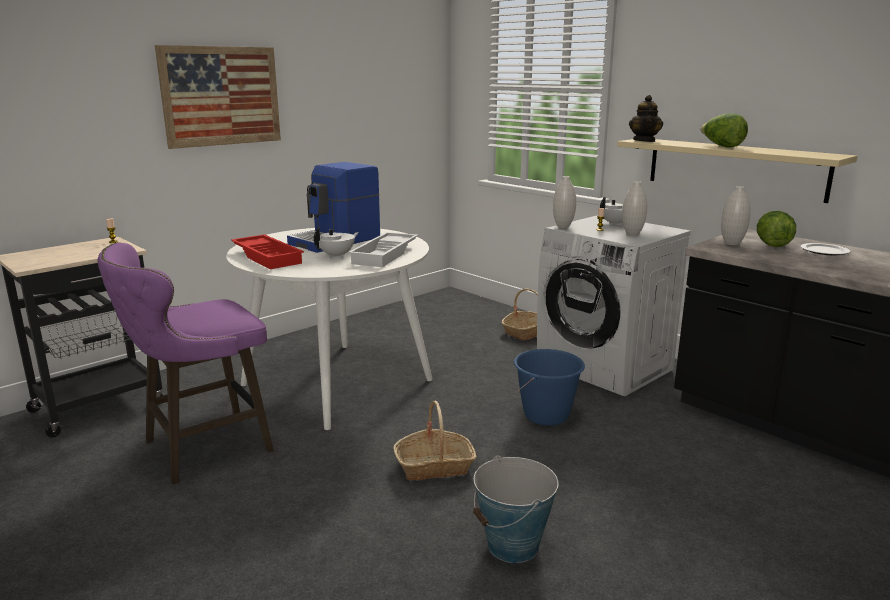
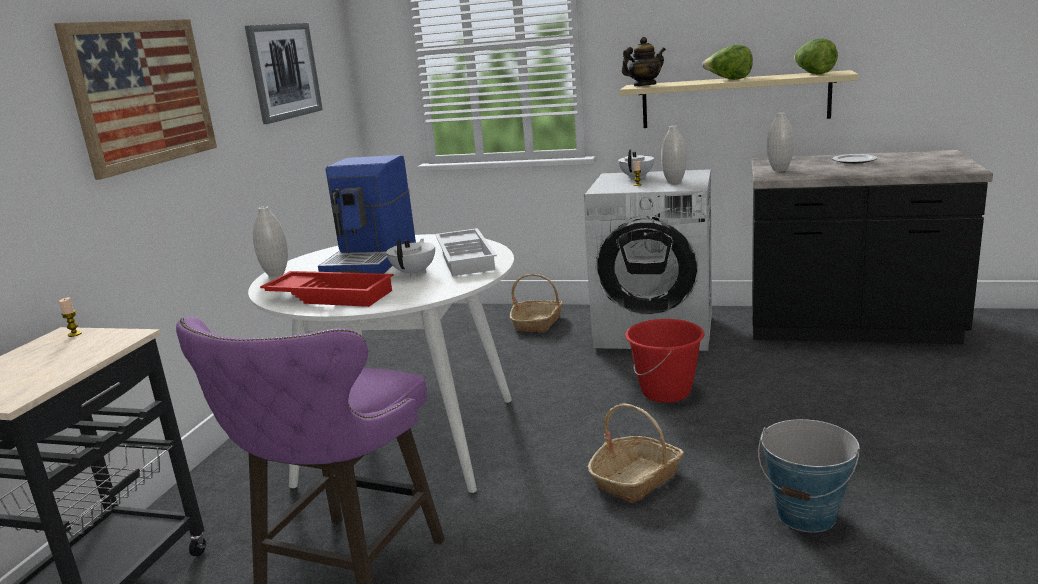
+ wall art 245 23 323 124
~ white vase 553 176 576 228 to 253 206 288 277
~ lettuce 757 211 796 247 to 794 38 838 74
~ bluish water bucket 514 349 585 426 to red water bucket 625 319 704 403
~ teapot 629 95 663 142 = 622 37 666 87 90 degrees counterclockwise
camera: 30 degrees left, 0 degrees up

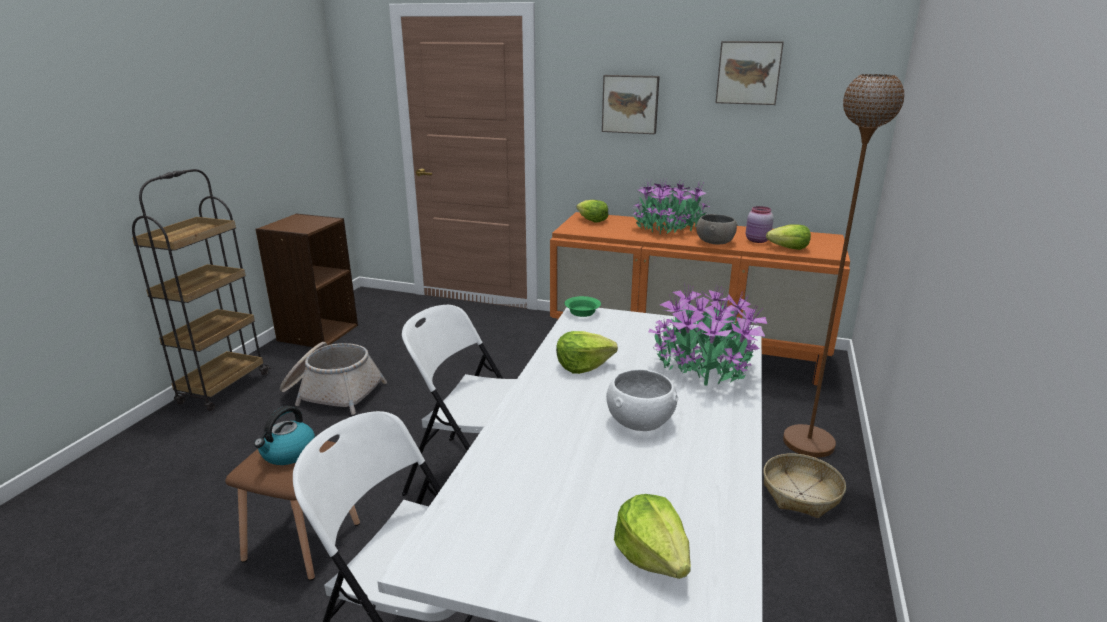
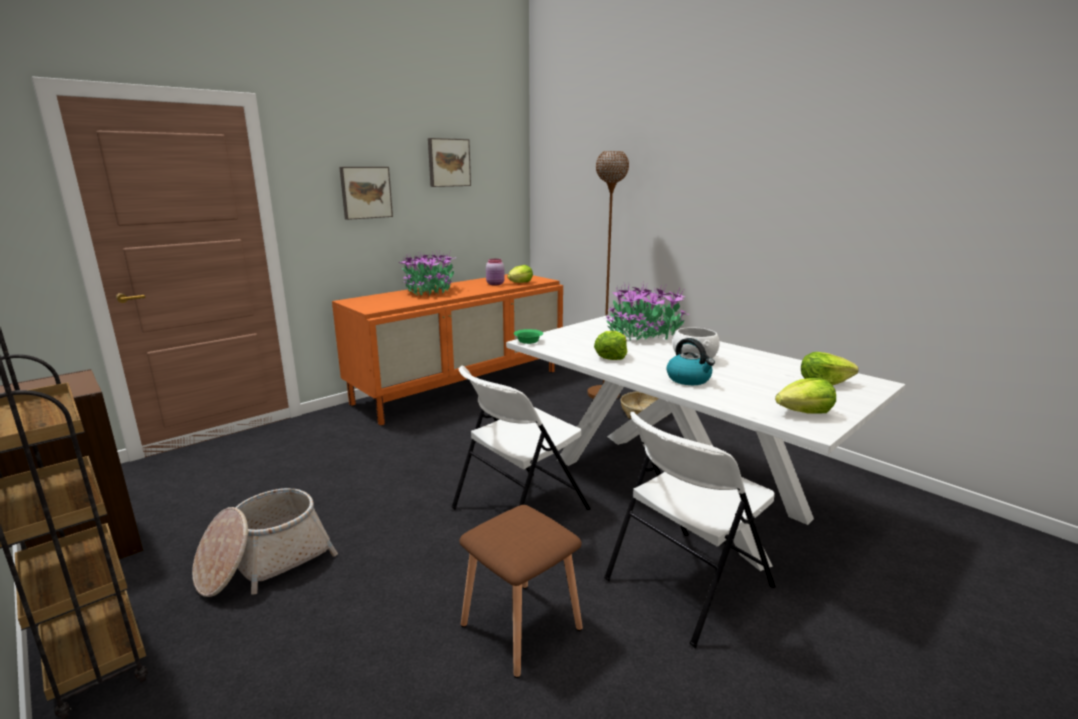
- greyish serving bowl 696 214 737 244
~ water kettle 254 406 315 465 to 666 338 715 385
~ lettuce 576 200 609 223 to 775 378 836 413
camera: 60 degrees left, 5 degrees down

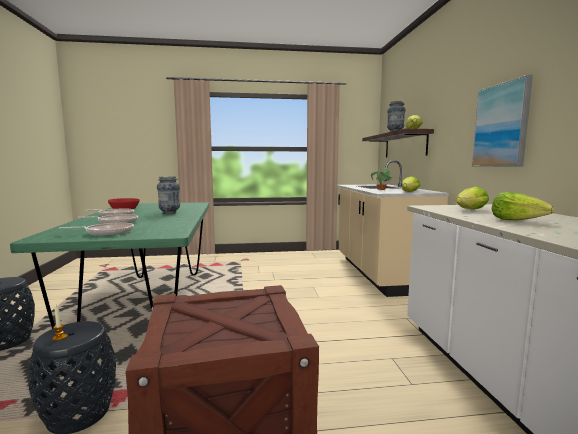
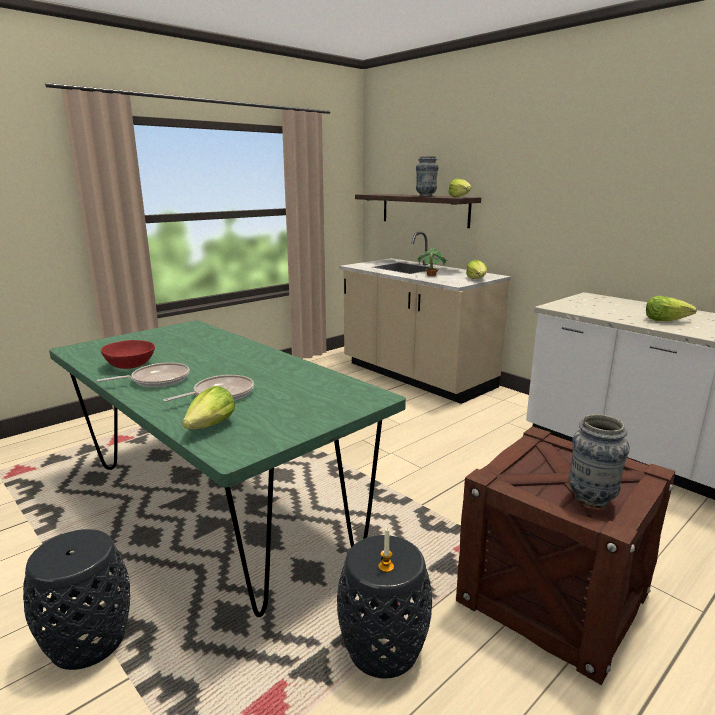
- frying pan 59 222 134 236
- wall art 472 75 533 167
~ vase 157 176 180 214 to 569 414 629 508
~ lettuce 456 186 489 209 to 182 386 235 429
camera: 35 degrees left, 10 degrees up

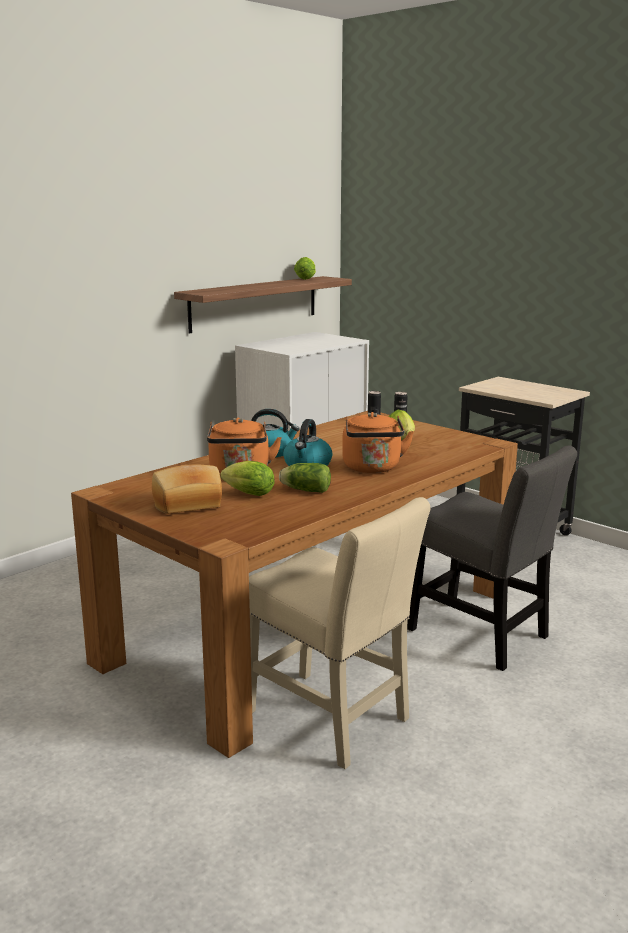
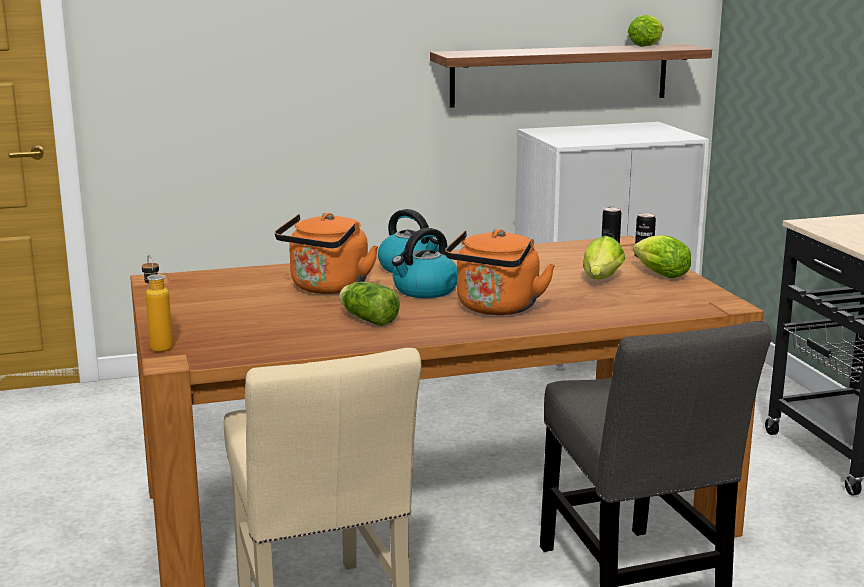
- bakery bread 152 464 222 514
+ bottle 142 255 173 352
~ lettuce 220 461 275 496 to 633 235 691 278
camera: 30 degrees right, 0 degrees up

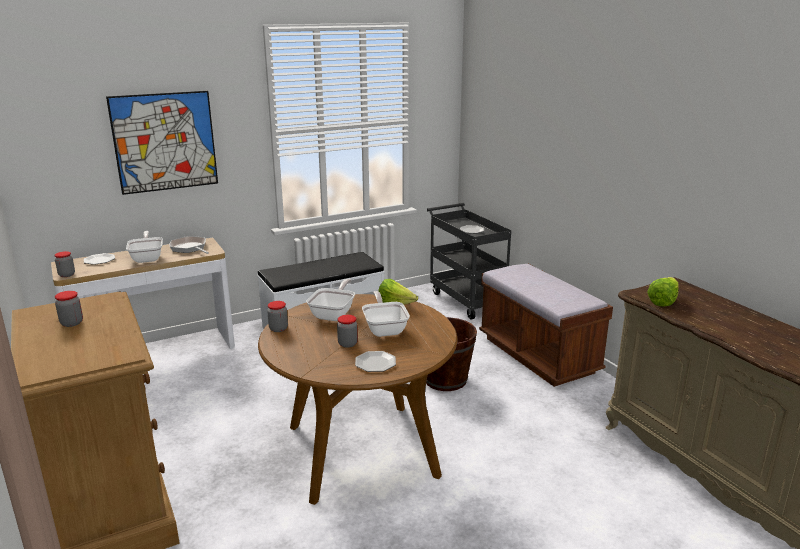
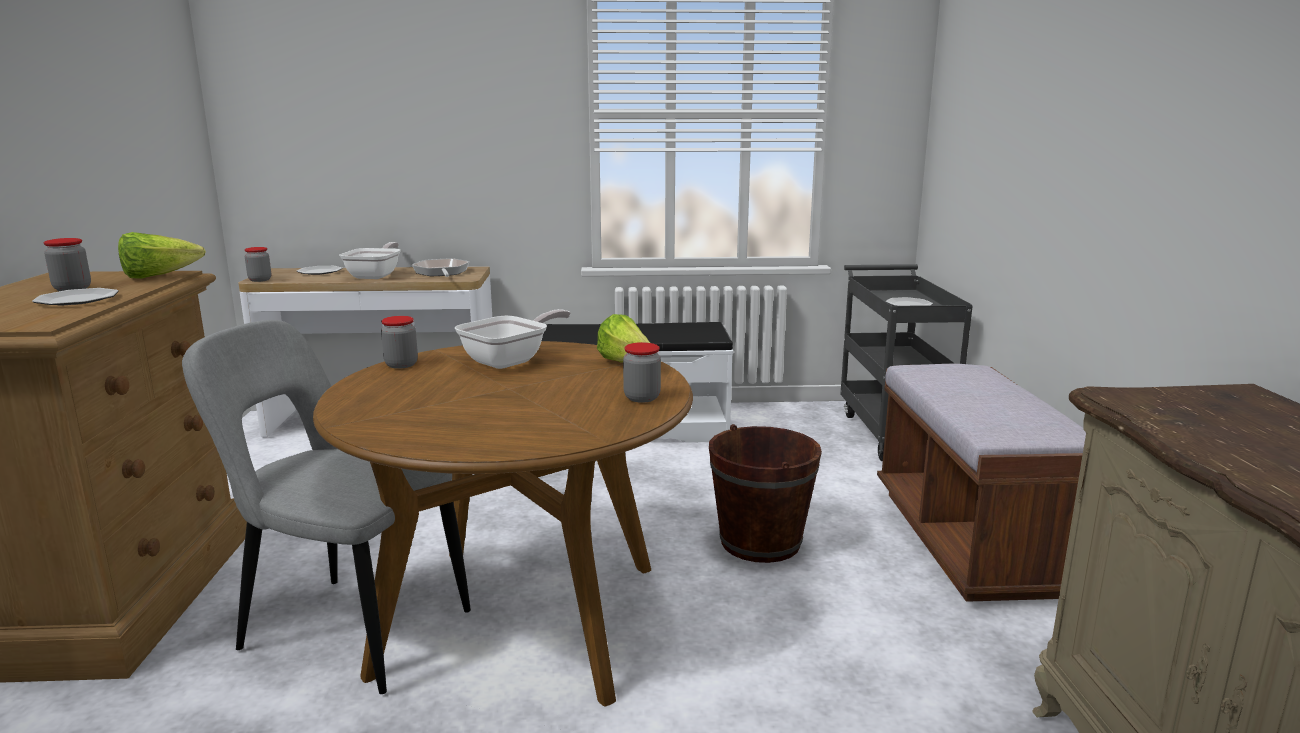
- wall art 106 91 218 195
- frying pan 362 291 410 337
+ greyish plain chair 182 320 471 694
~ preserve jar 337 315 358 348 to 623 342 661 403
~ plate 355 351 396 372 to 32 288 119 305
~ lettuce 647 277 679 307 to 118 232 206 279
camera: 25 degrees right, 5 degrees down

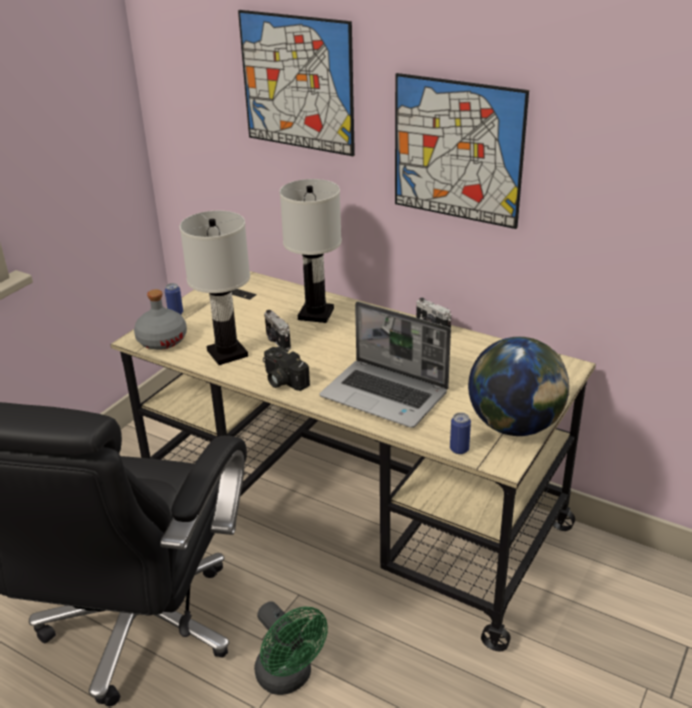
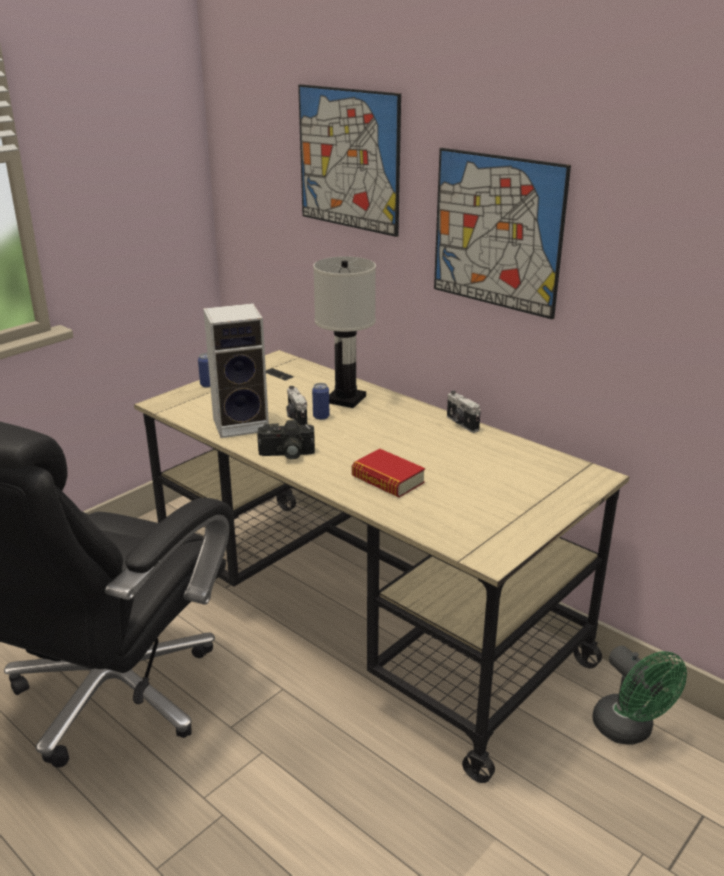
- greyish bottle 134 289 187 350
- world globe 468 337 569 436
~ green electric fan 254 601 328 695 to 592 646 687 745
~ metal can 450 412 471 454 to 312 383 330 420
~ white lamp for a table 180 211 250 365 to speaker 203 303 269 438
~ portable computer 319 302 451 428 to volume 352 449 425 497
~ still camera 263 347 310 391 = 257 420 315 460 60 degrees counterclockwise
camera: 10 degrees right, 5 degrees down

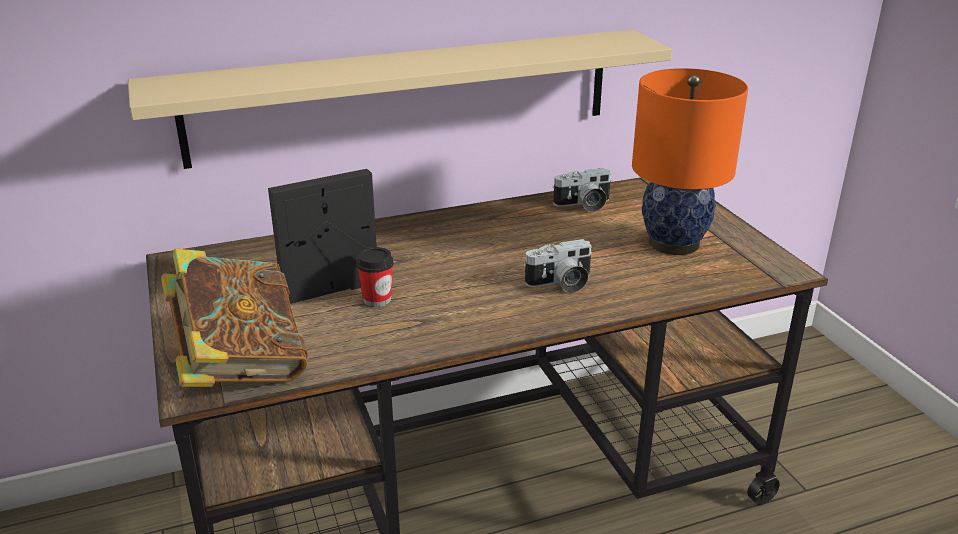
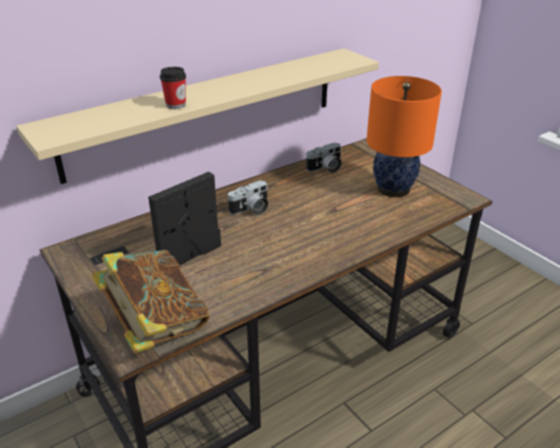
~ cup 356 247 394 307 to 160 67 186 109
~ still camera 523 239 592 293 to 227 180 268 215
camera: 15 degrees left, 5 degrees up

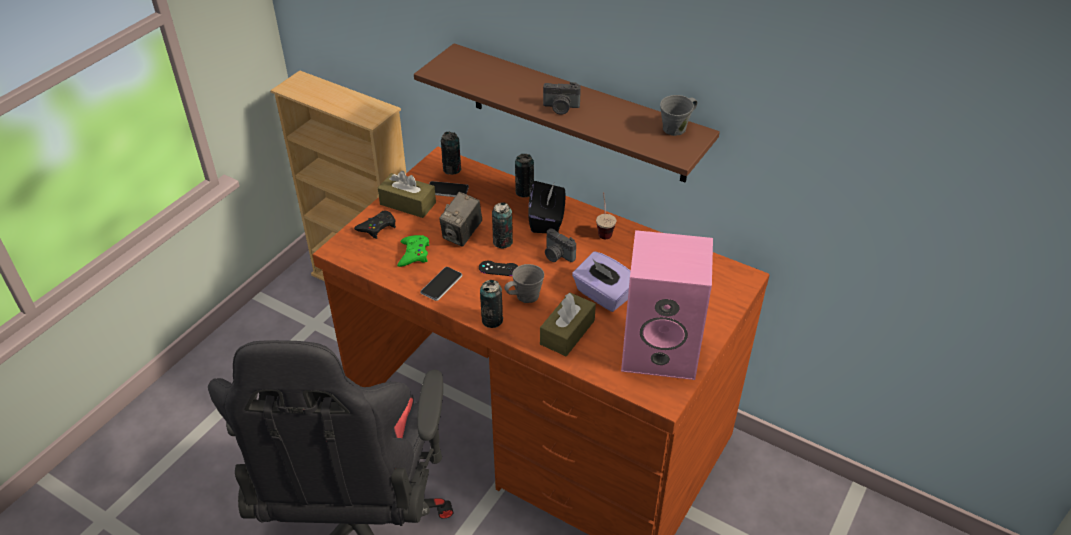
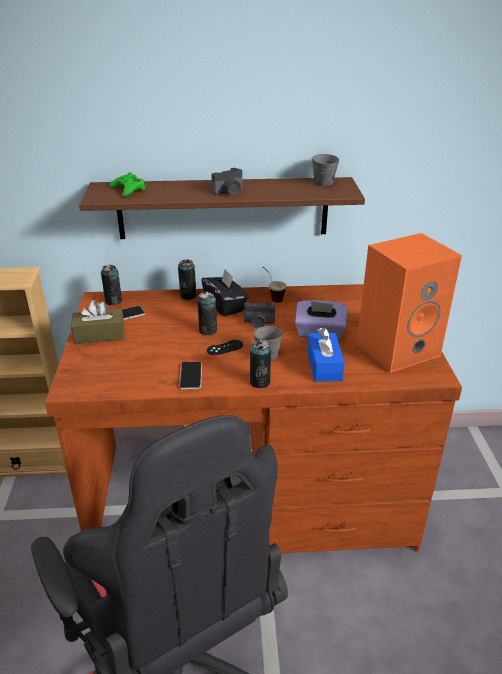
- black game controller 354 210 396 239
- still camera 439 192 482 247
~ green game controller 397 235 429 267 to 109 172 146 197
~ brown-coloured tissue holder 540 292 596 356 to bluish tissue holder 307 327 345 382
~ pinkish speaker 621 230 713 380 to orangey speaker 357 233 462 373
camera: 35 degrees left, 10 degrees down

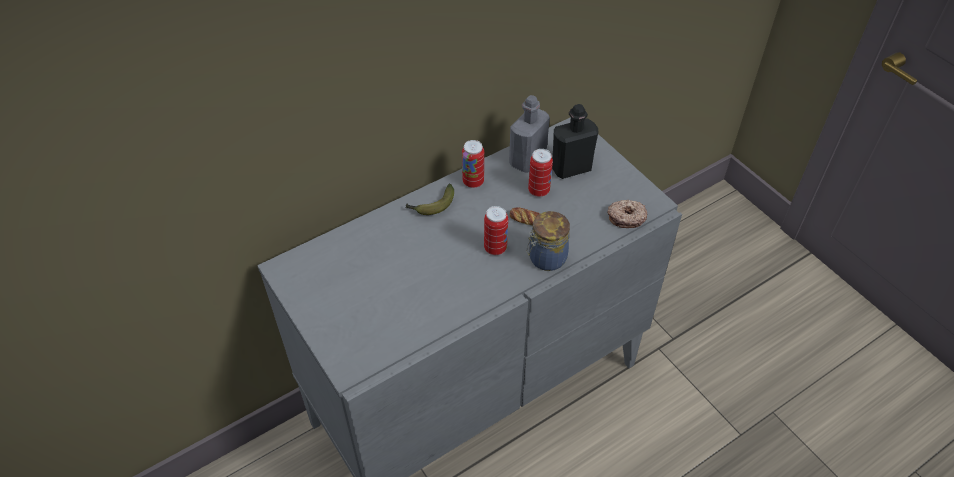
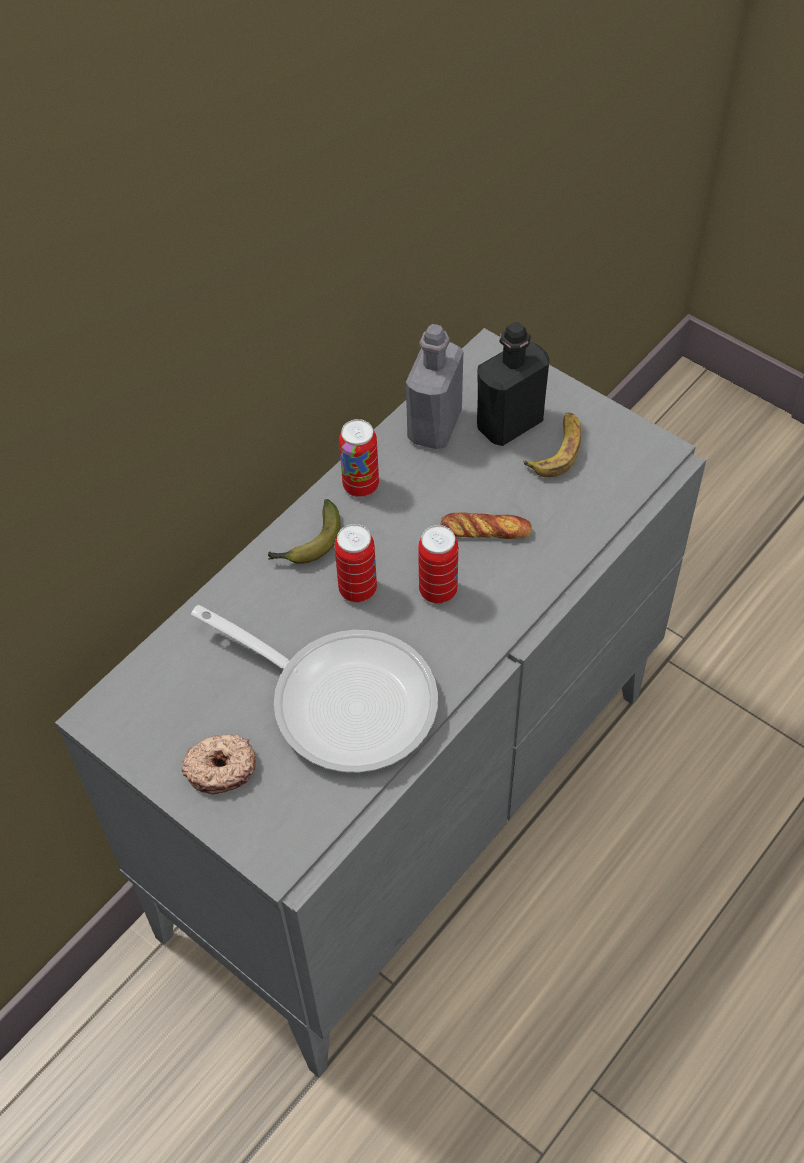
- preserve jar 526 211 570 271
+ frying pan 191 605 438 772
+ banana 523 412 582 477
~ metal can 528 149 553 197 to 334 524 377 603
~ doughnut 607 200 647 228 to 181 734 256 794
camera: 15 degrees left, 5 degrees up

